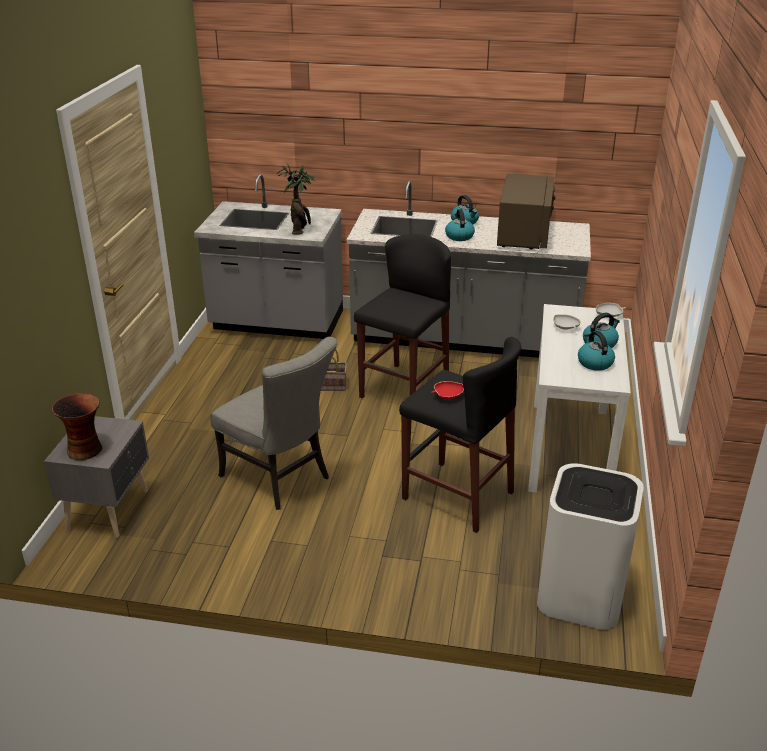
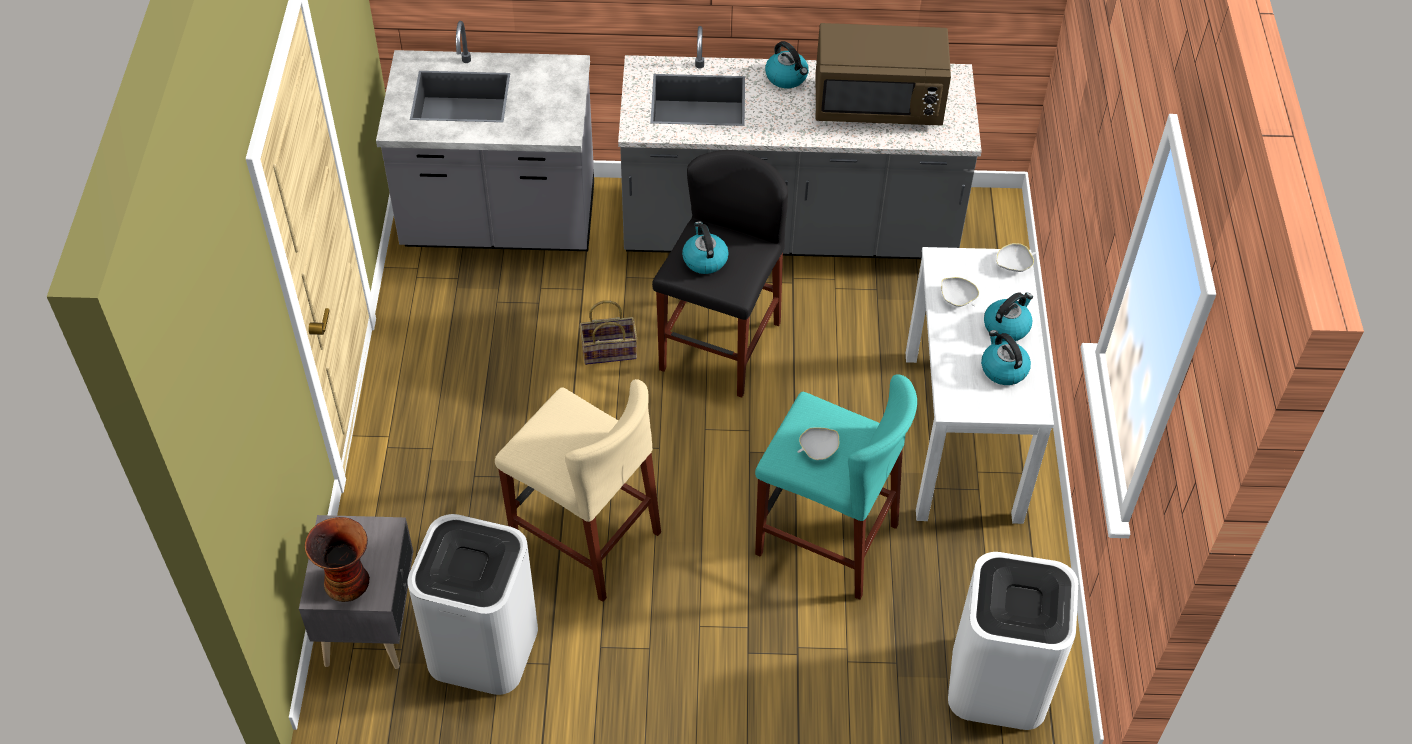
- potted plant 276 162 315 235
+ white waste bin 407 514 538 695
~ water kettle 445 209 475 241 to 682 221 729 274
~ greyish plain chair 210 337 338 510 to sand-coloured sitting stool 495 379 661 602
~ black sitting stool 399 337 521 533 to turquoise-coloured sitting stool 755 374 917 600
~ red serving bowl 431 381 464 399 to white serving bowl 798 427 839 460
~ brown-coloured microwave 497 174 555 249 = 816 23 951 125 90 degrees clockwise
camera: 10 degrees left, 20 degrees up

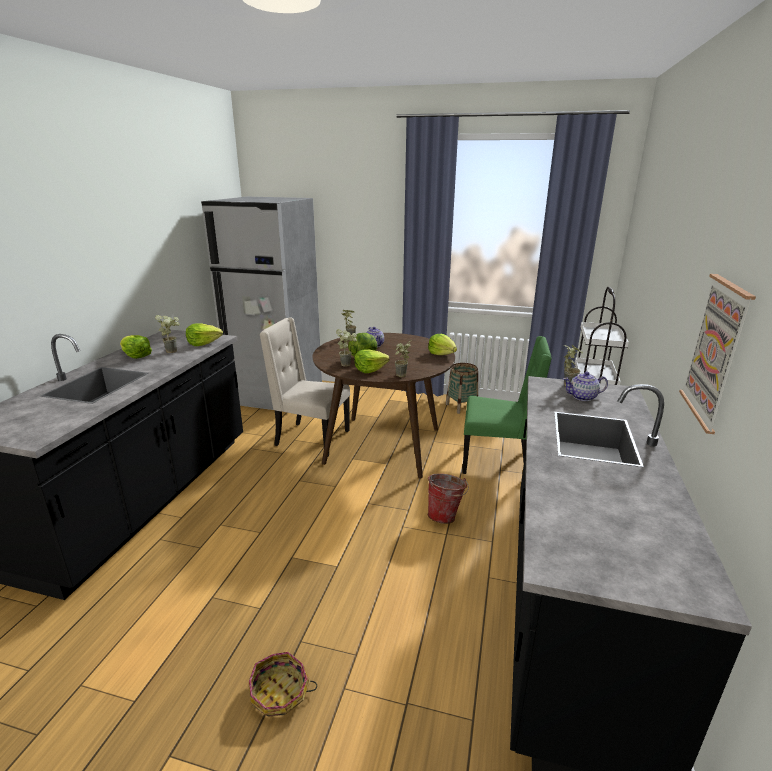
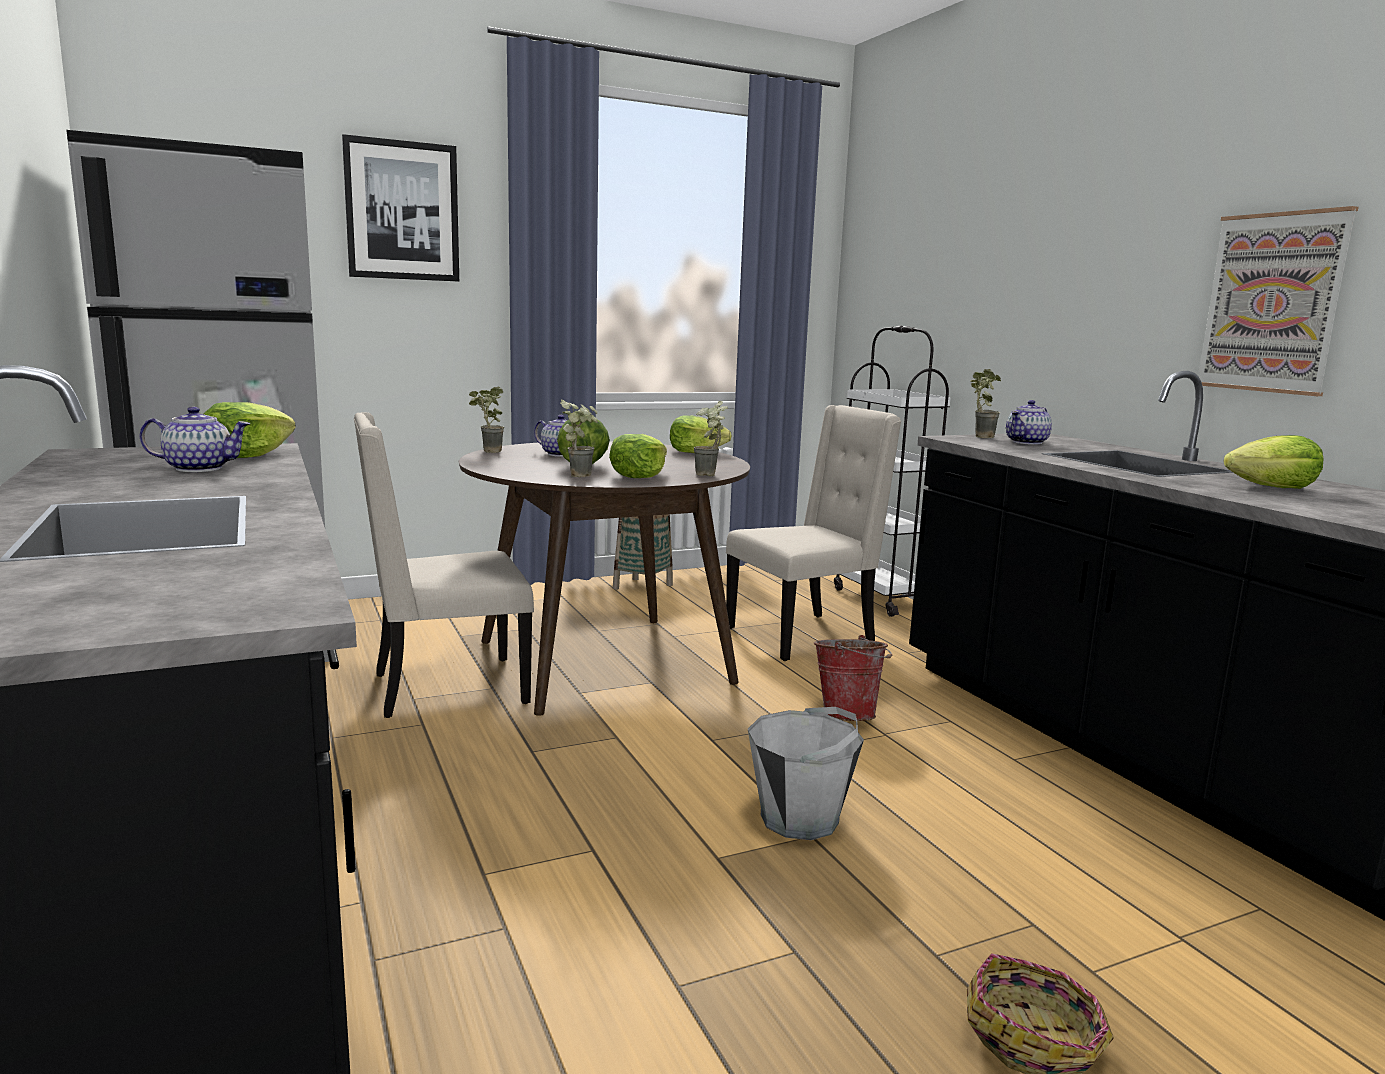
+ wall art 342 134 459 281
+ greyish water bucket 748 707 864 840
~ lettuce 120 335 152 359 to 1223 435 1323 489
~ potted plant 155 315 180 353 to teapot 140 407 251 472
~ green plain chair 462 336 552 474 to sand-coloured plain chair 726 405 901 661
camera: 40 degrees left, 10 degrees down

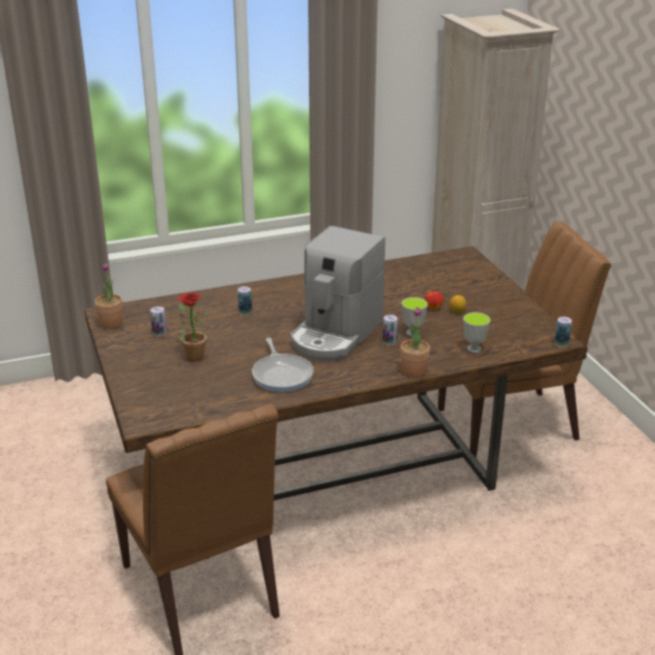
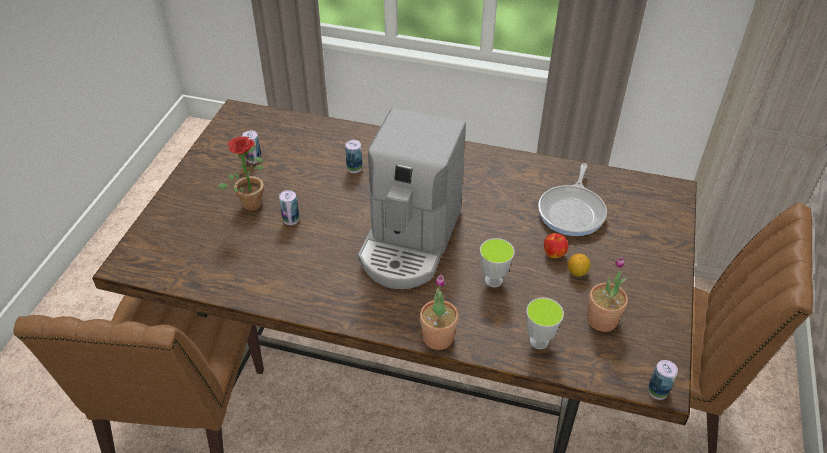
~ potted plant 95 263 123 329 to 587 257 628 332
~ frying pan 252 338 314 392 to 538 163 607 236
~ metal can 383 315 398 346 to 279 190 299 225
~ coffee brewer 291 226 385 361 = 358 108 466 289 45 degrees counterclockwise
camera: 35 degrees right, 15 degrees up

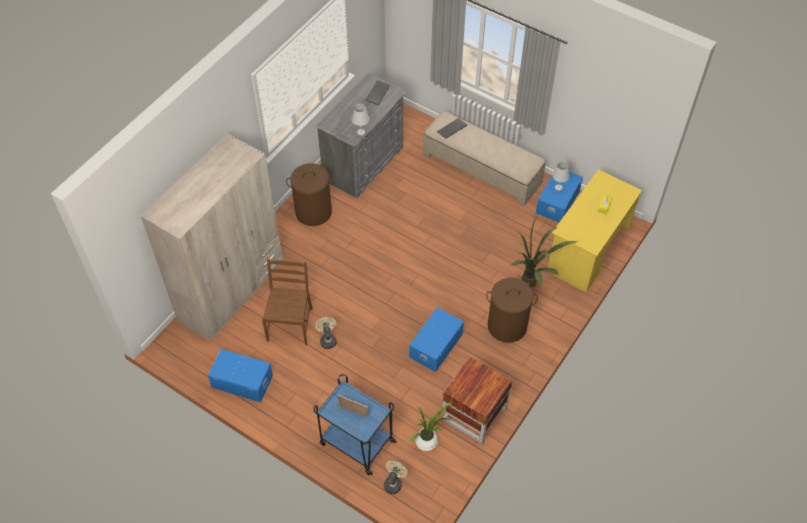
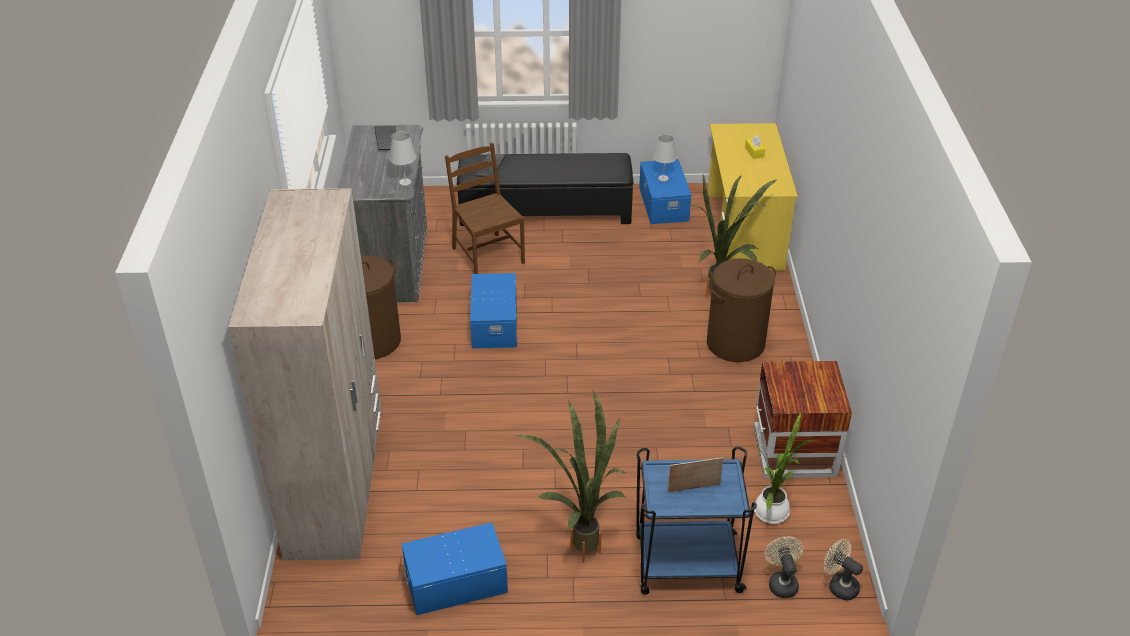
+ potted plant 514 389 628 562
~ brown-coloured plain chair 262 258 313 345 to 445 142 525 274
~ sand-coloured electric fan 315 317 337 349 to 824 539 863 600
~ bluish storage box 409 307 464 372 to 469 273 517 349
~ sand-coloured bench 423 111 546 206 to black bench 457 153 633 226
camera: 35 degrees left, 15 degrees down

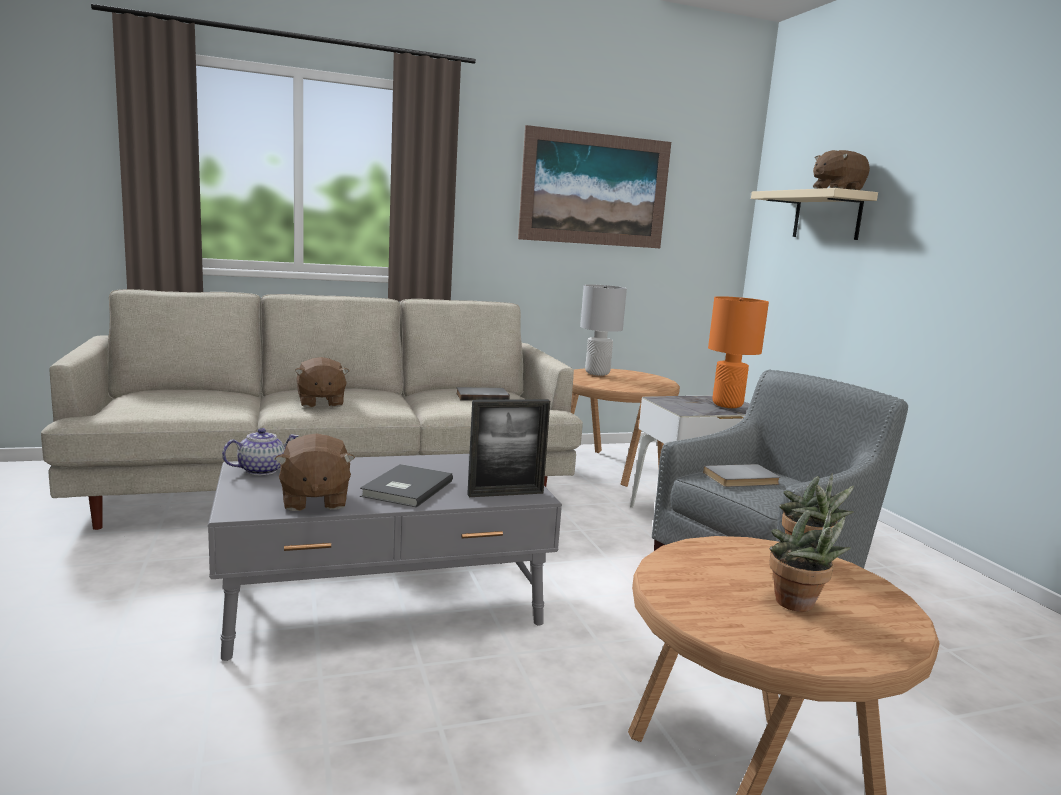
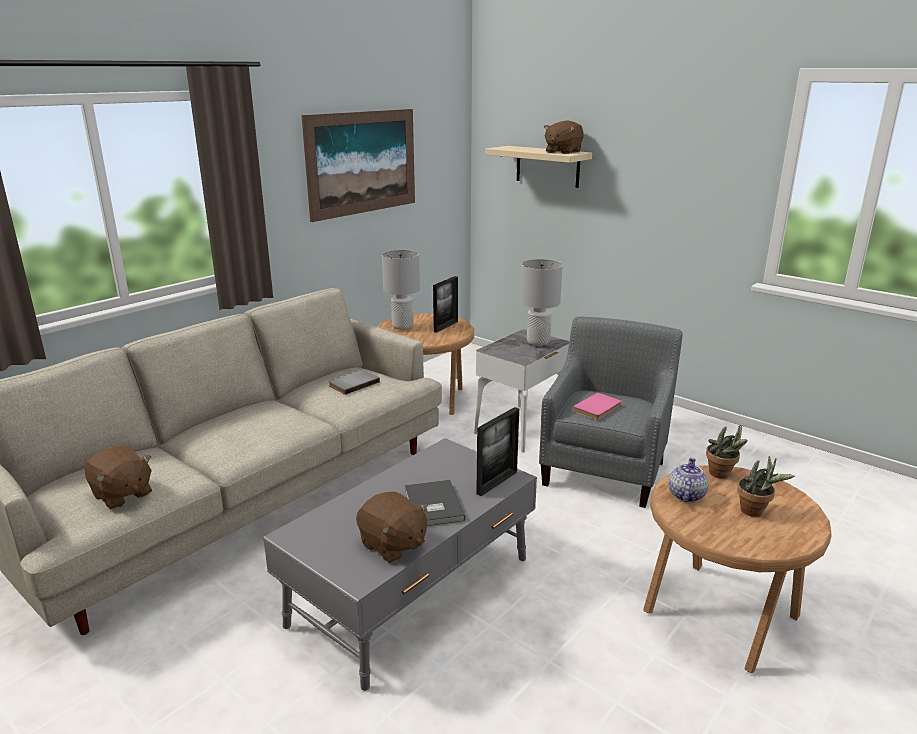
+ standing frame 433 276 458 333
~ teapot 222 428 298 475 to 669 457 708 502
~ brown-coloured plush toy 295 357 349 407 to 85 446 152 509
~ greyish volume 703 464 780 487 to pinkish volume 572 393 622 420
~ orangey lamp for a table 708 296 769 408 to greyish lamp for a table 520 259 563 346
camera: 30 degrees left, 10 degrees up

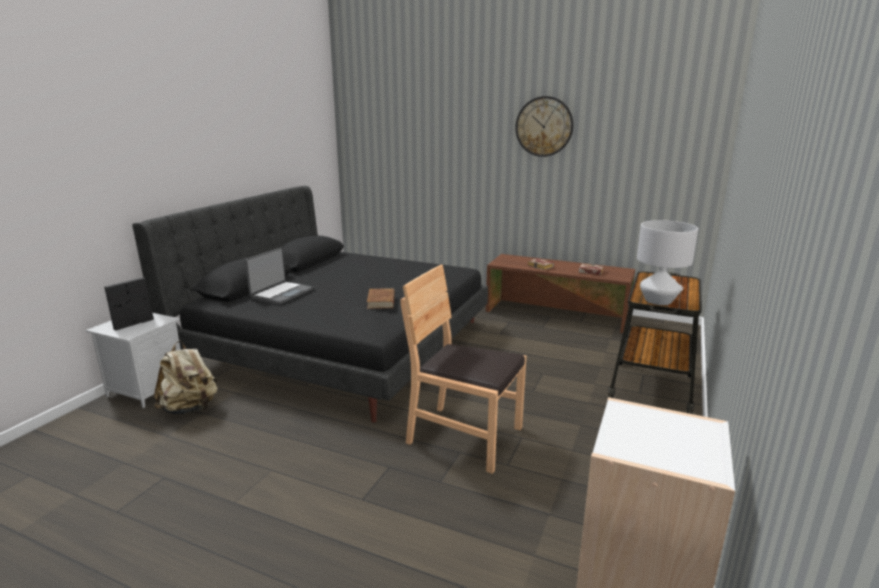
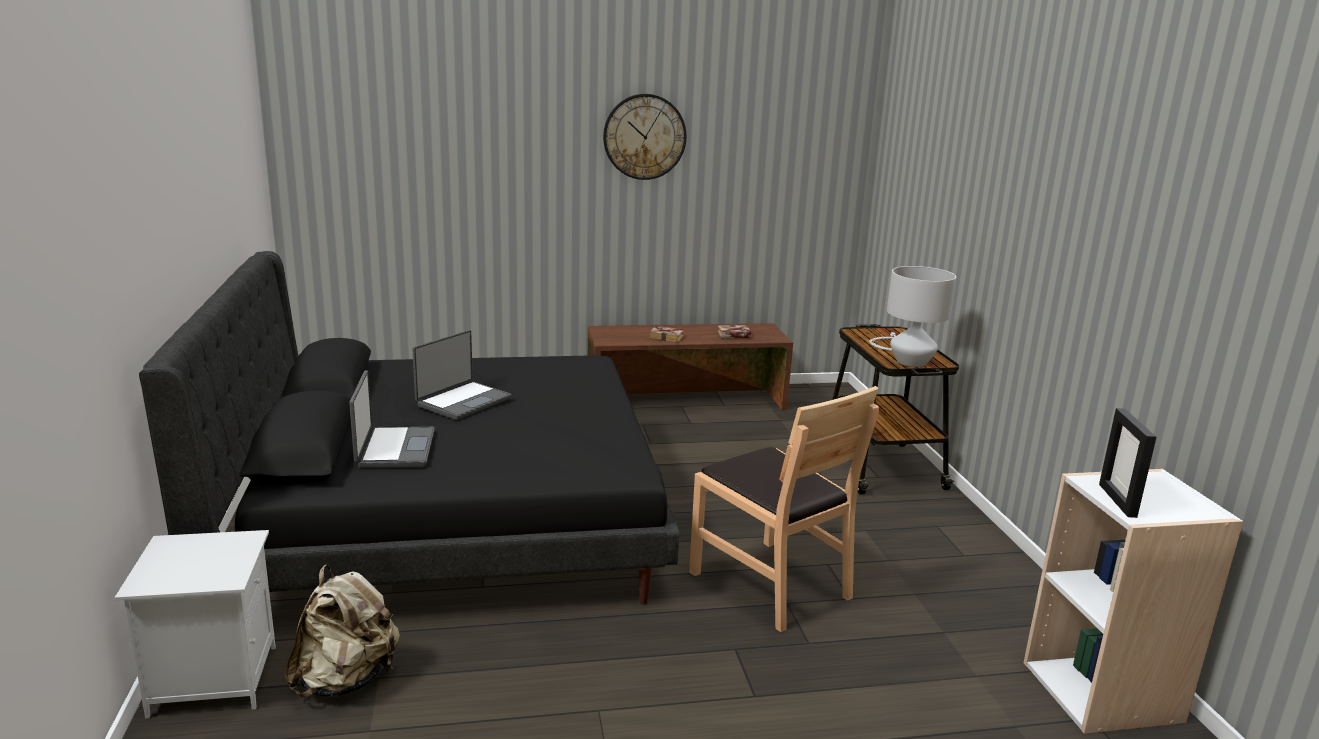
- brown-coloured volume 367 288 395 309
+ portable computer 412 330 512 420
~ standing frame 104 277 154 330 to 1099 408 1156 518
~ brown-coloured plain chair 401 264 526 474 = 689 386 879 632 120 degrees counterclockwise
camera: 35 degrees left, 0 degrees up

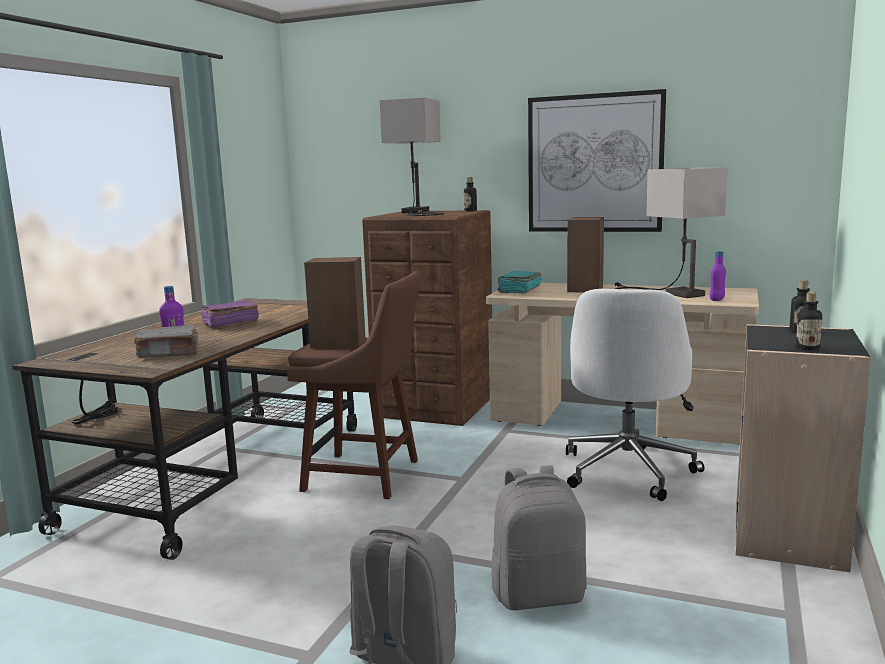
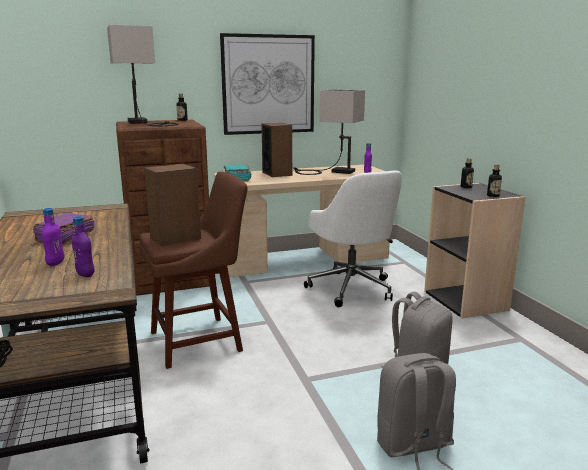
~ greyish volume 134 325 200 358 to purple-coloured bottle 72 216 94 277
camera: 40 degrees left, 5 degrees up

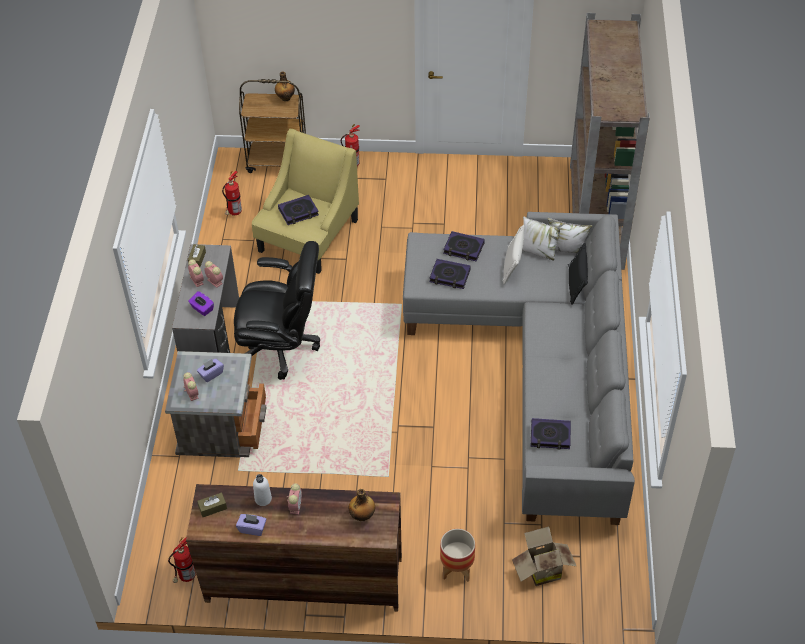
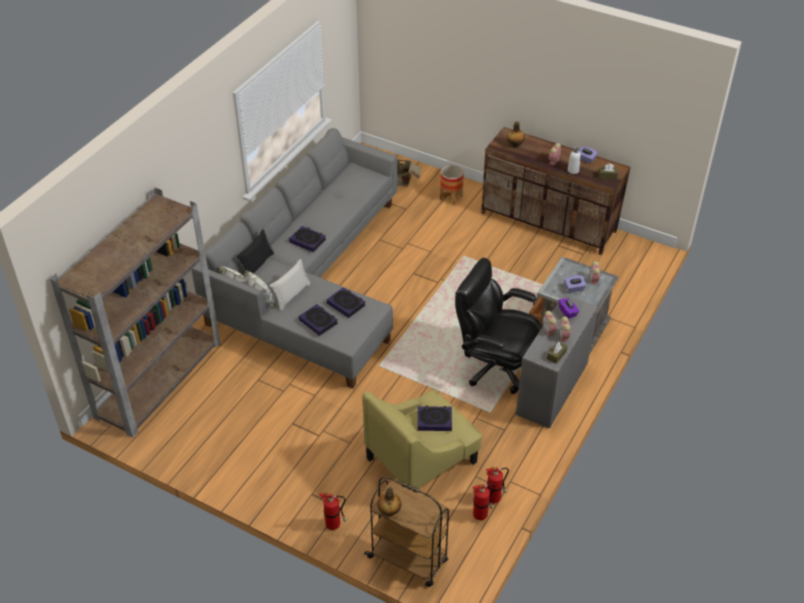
~ fire extinguisher 168 538 196 583 to 486 467 509 504
~ volume 531 418 571 450 to 289 226 326 252
camera: 155 degrees left, 5 degrees down

